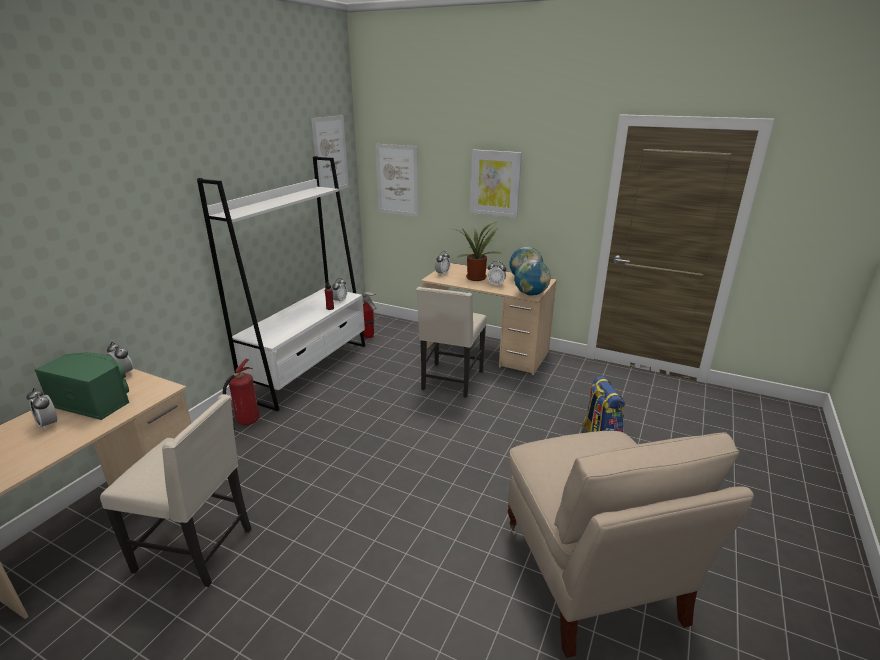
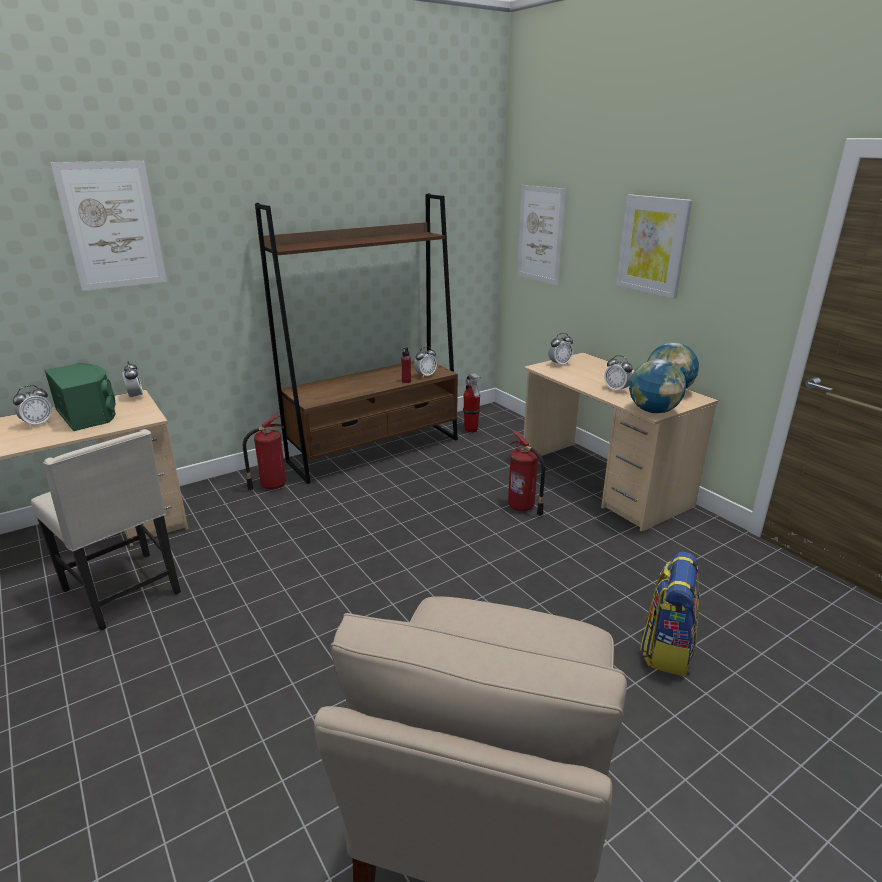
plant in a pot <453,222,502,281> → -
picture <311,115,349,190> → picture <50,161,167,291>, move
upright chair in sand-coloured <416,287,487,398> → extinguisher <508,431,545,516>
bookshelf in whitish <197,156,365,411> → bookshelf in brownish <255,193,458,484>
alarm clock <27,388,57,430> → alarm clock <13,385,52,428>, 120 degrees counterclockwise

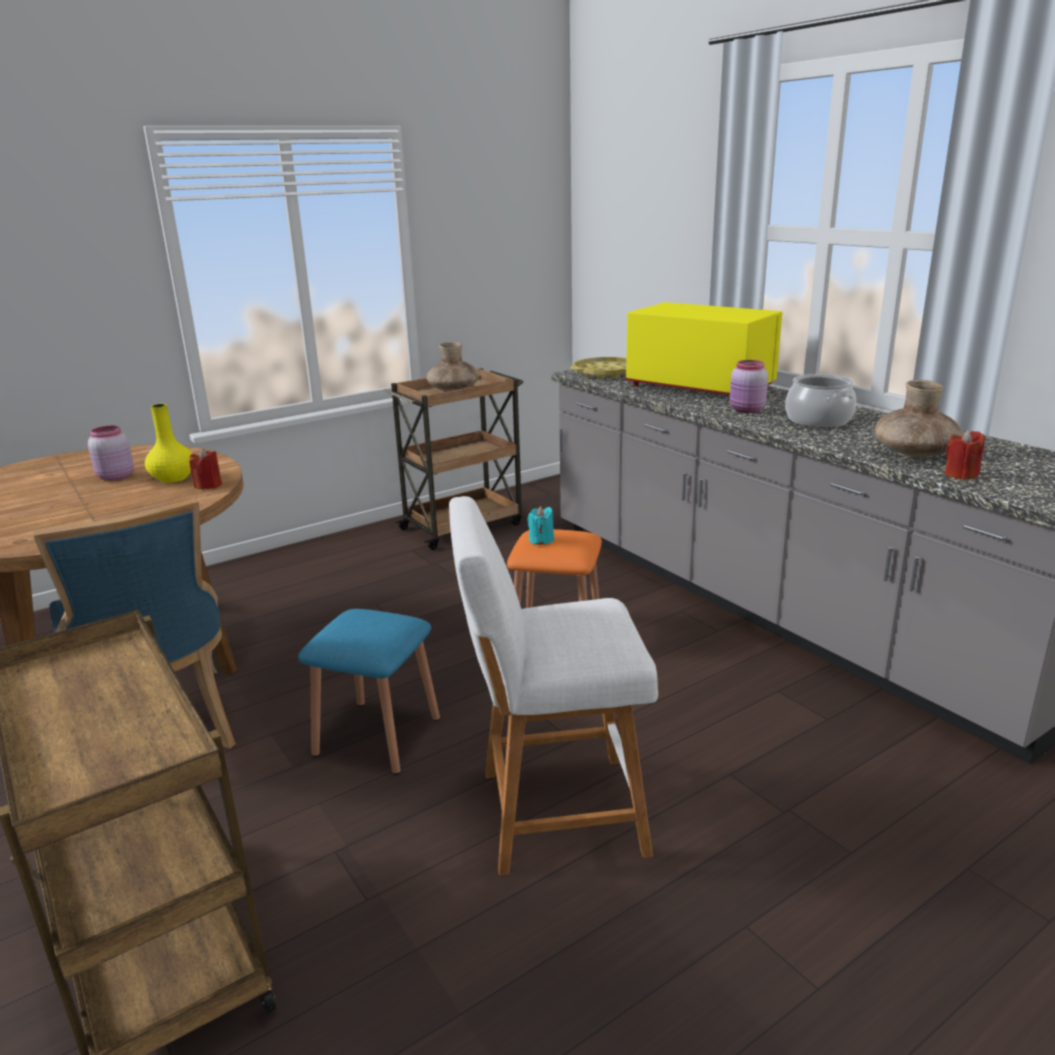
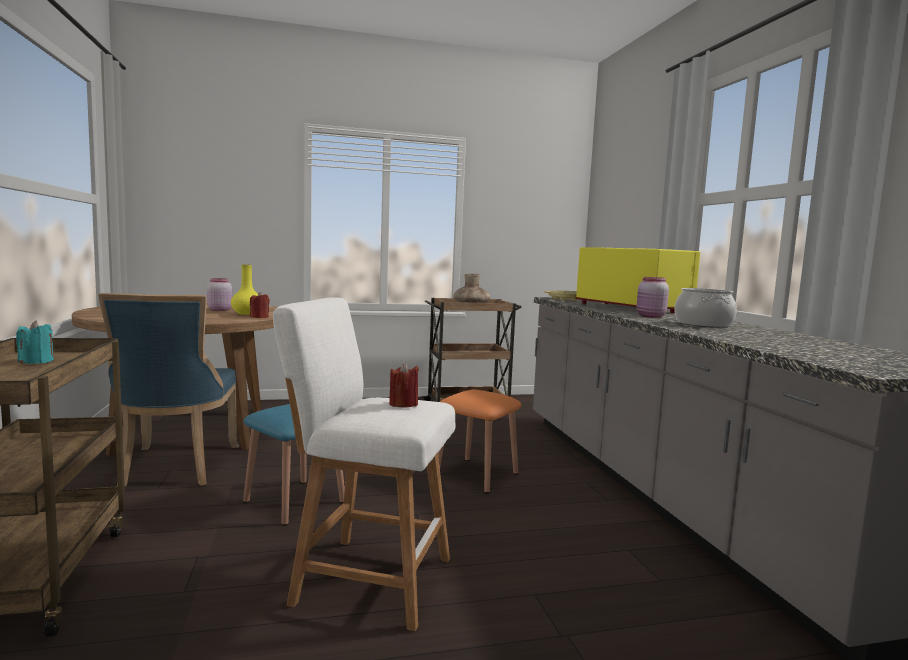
decorative vase in brownish <875,380,963,458> → -
wax light in turquoise-coloured <527,506,554,545> → wax light in turquoise-coloured <16,321,54,364>, move
wax light in red-coloured <944,430,985,480> → wax light in red-coloured <389,362,419,408>, move

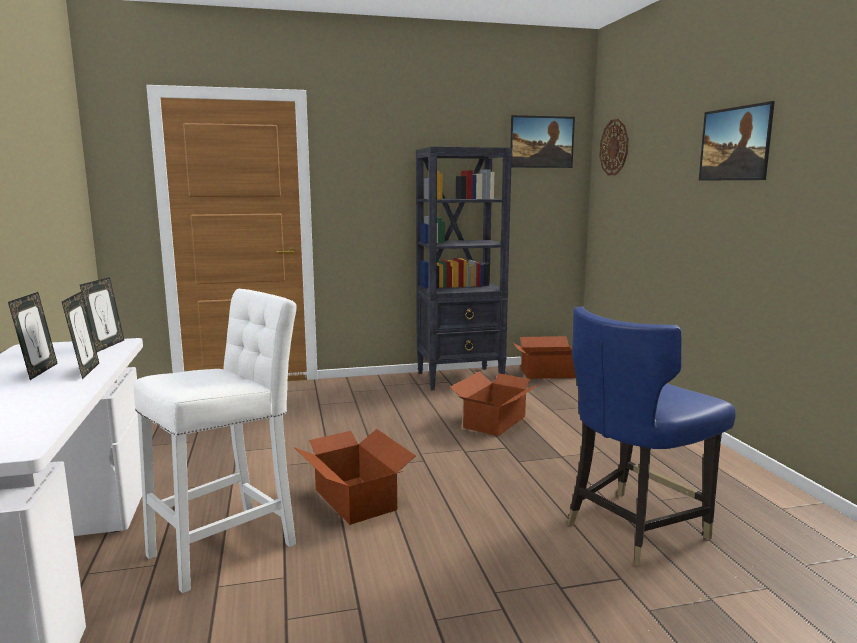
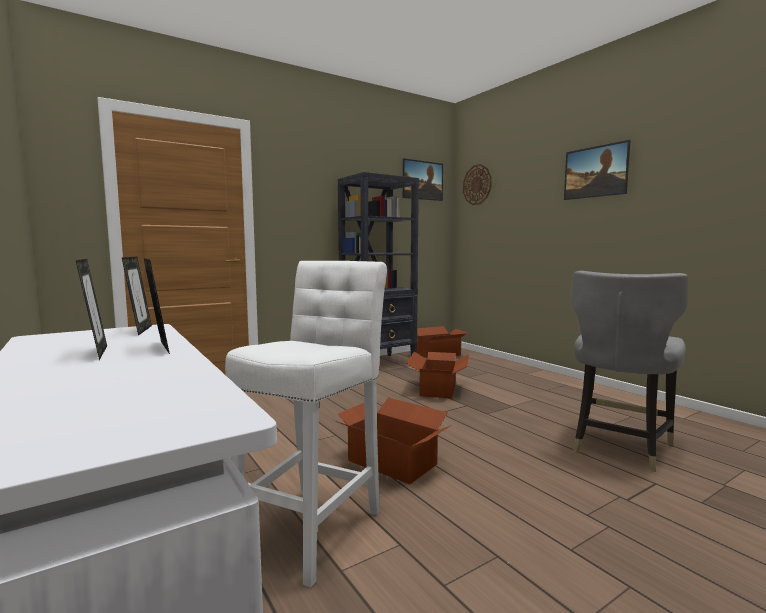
upright chair in blue <567,306,736,566> → upright chair in greyish <571,271,688,472>

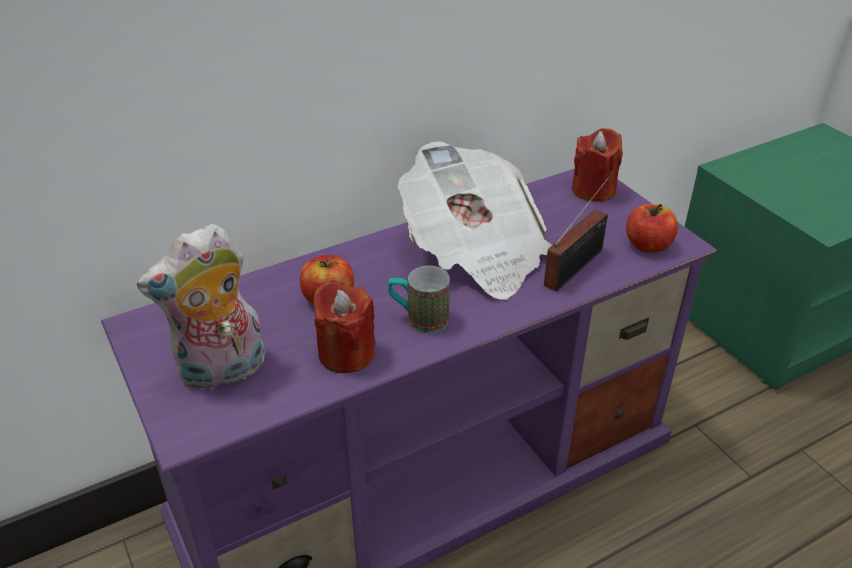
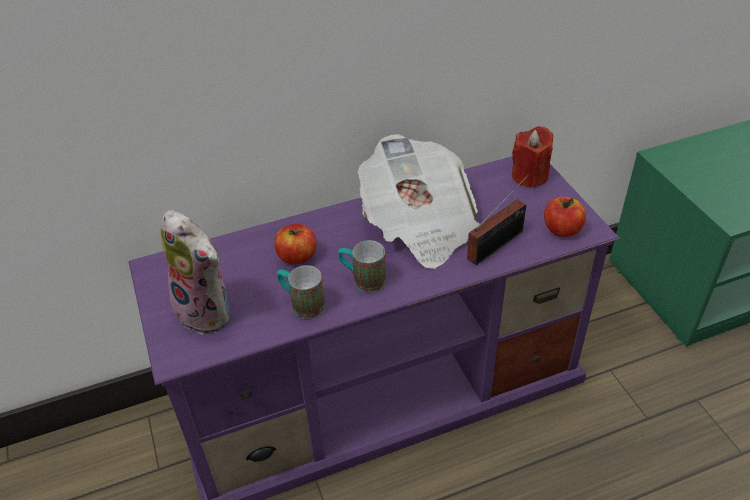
wax light in red-coloured <313,280,376,373> → tea mug <277,265,325,319>
cuddly toy <137,224,265,392> → cuddly toy <161,210,231,335>, 120 degrees counterclockwise

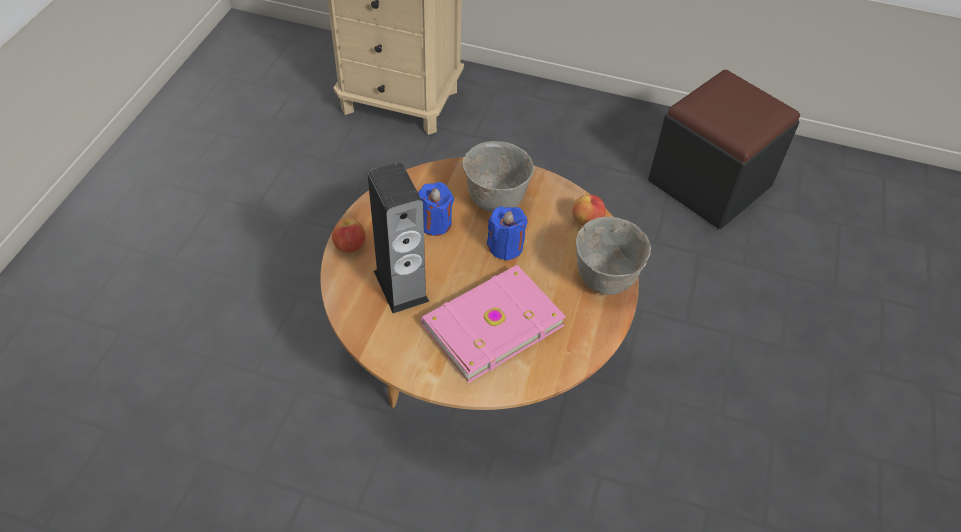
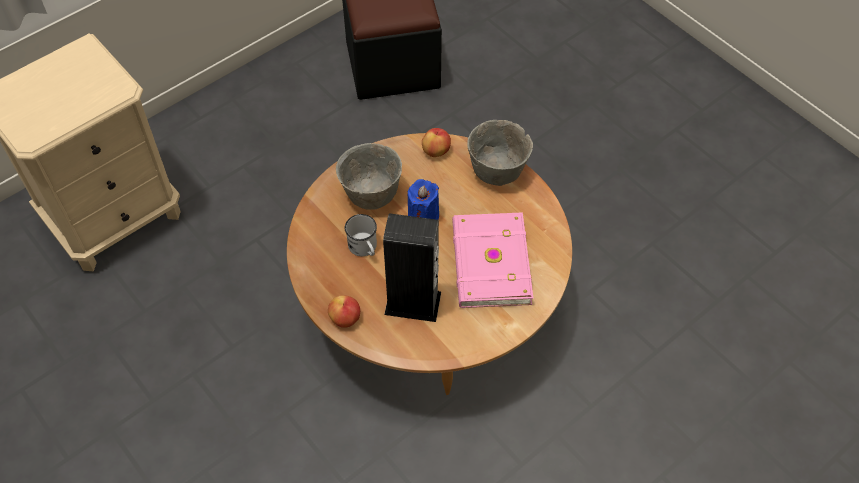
wax light in blue <418,182,454,236> → tea mug in whitish <345,214,377,256>

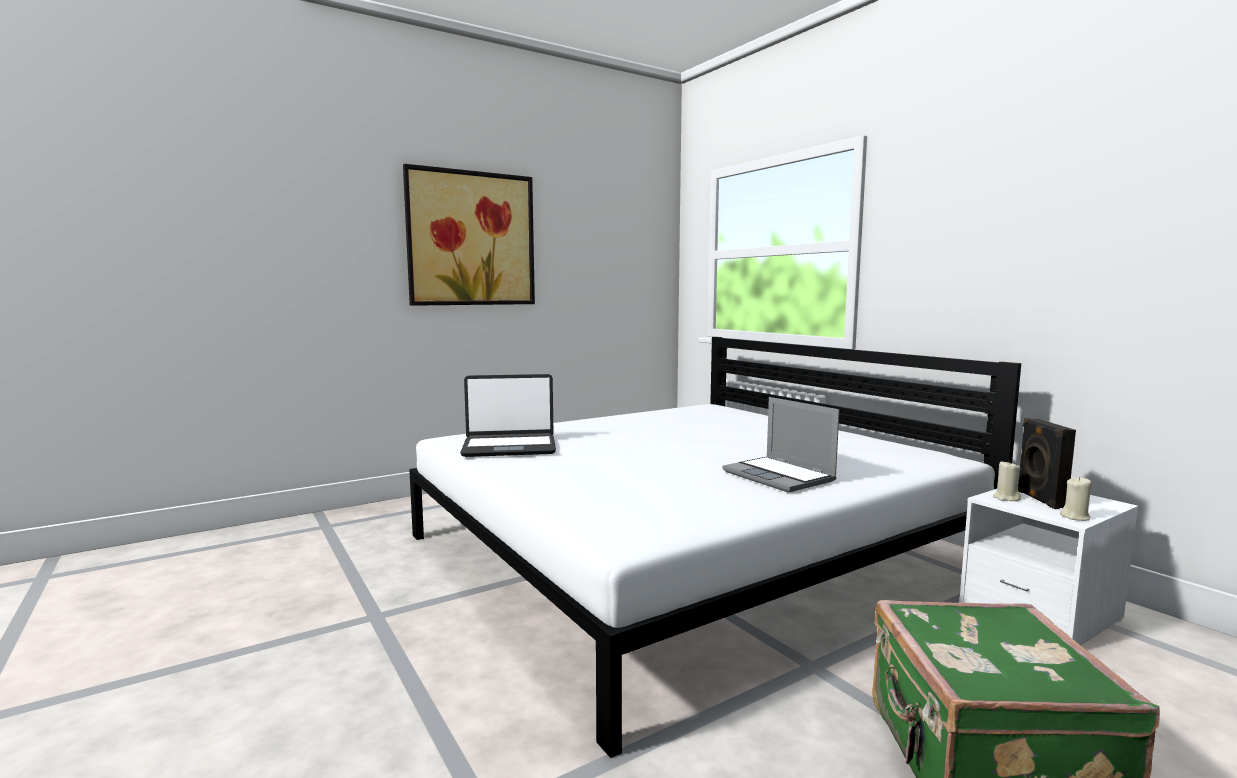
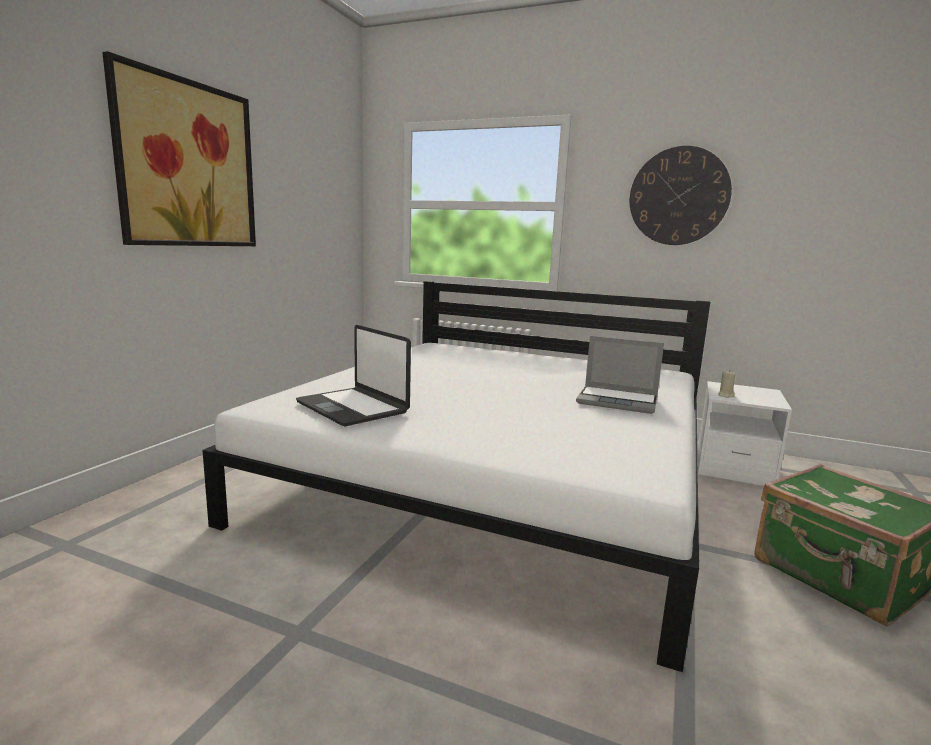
loudspeaker in black <1018,418,1076,509> → -
wax light in sand-coloured <1060,477,1092,521> → -
- → wall clock <630,146,732,245>
notebook computer <460,374,556,457> → notebook computer <296,325,411,426>, 90 degrees clockwise

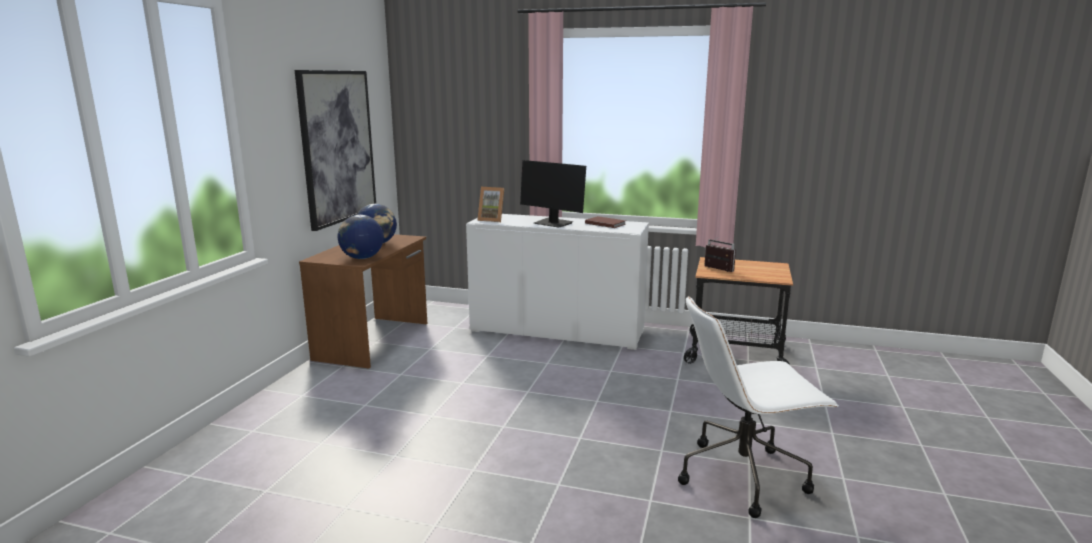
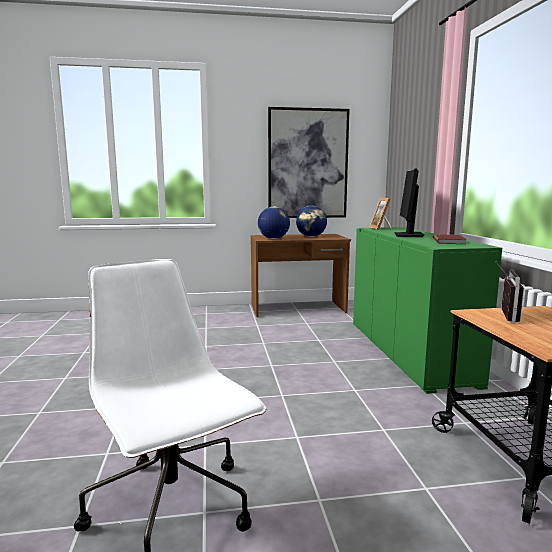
cupboard in whitish <466,214,649,350> → cupboard in green <353,227,502,394>

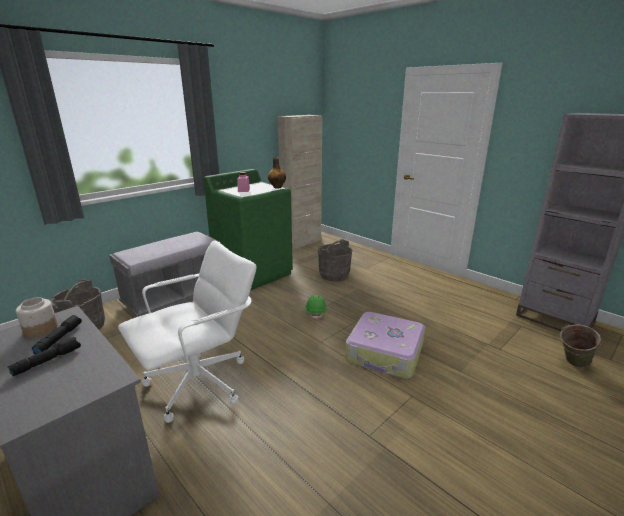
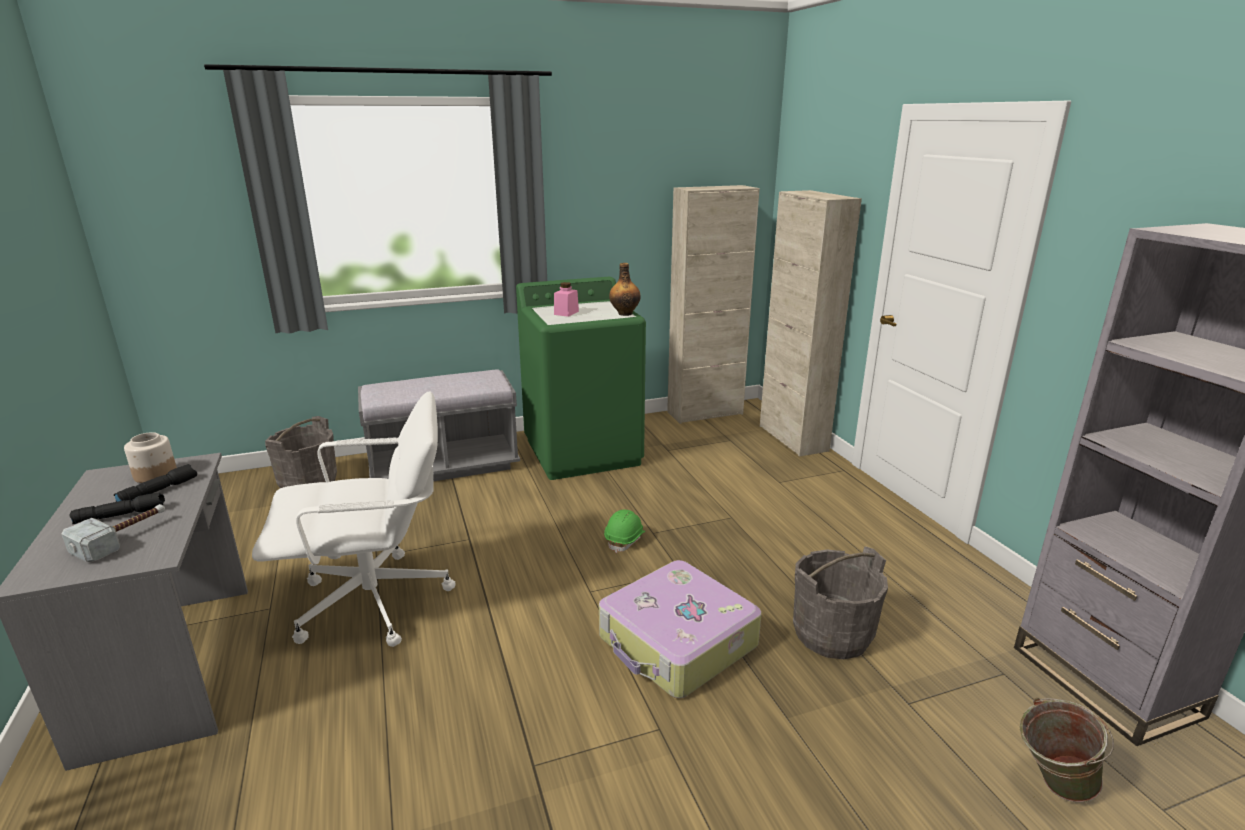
- → tool hammer <61,504,165,562>
- → cupboard in sand-coloured <760,190,862,457>
bucket in greyish <318,240,352,282> → bucket in greyish <793,547,888,659>, move

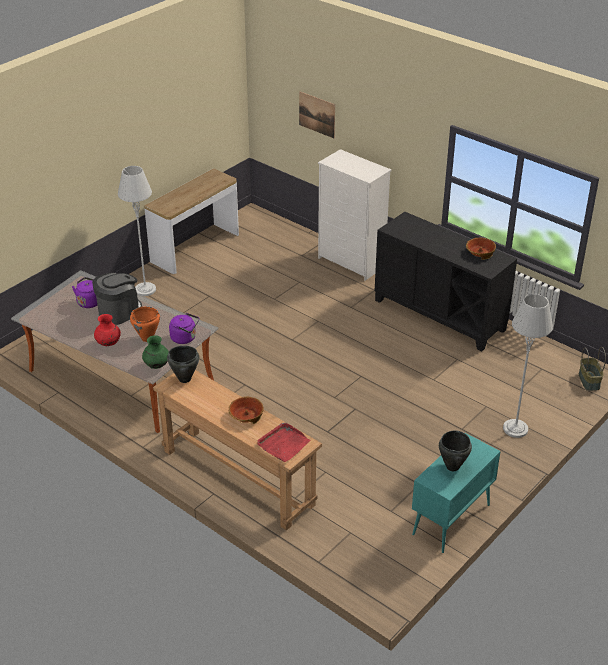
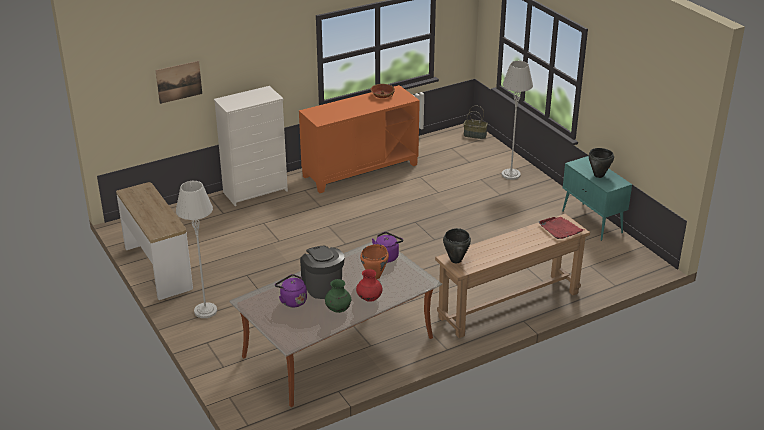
serving bowl <228,397,264,424> → -
decorative vase in green <142,335,169,369> → decorative vase in green <325,279,352,313>, move
cupboard in black <375,212,517,351> → cupboard in orange <299,85,420,193>

